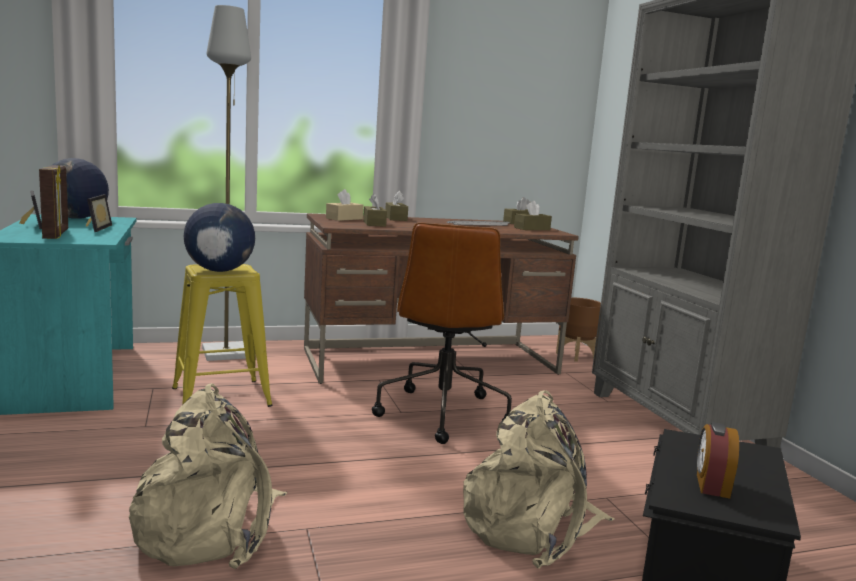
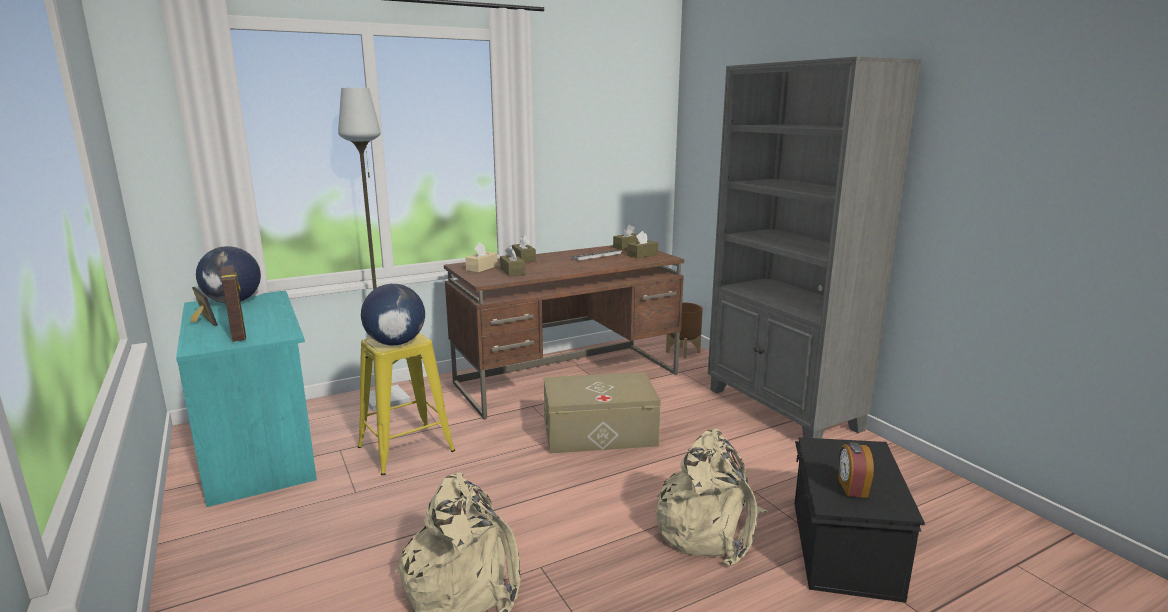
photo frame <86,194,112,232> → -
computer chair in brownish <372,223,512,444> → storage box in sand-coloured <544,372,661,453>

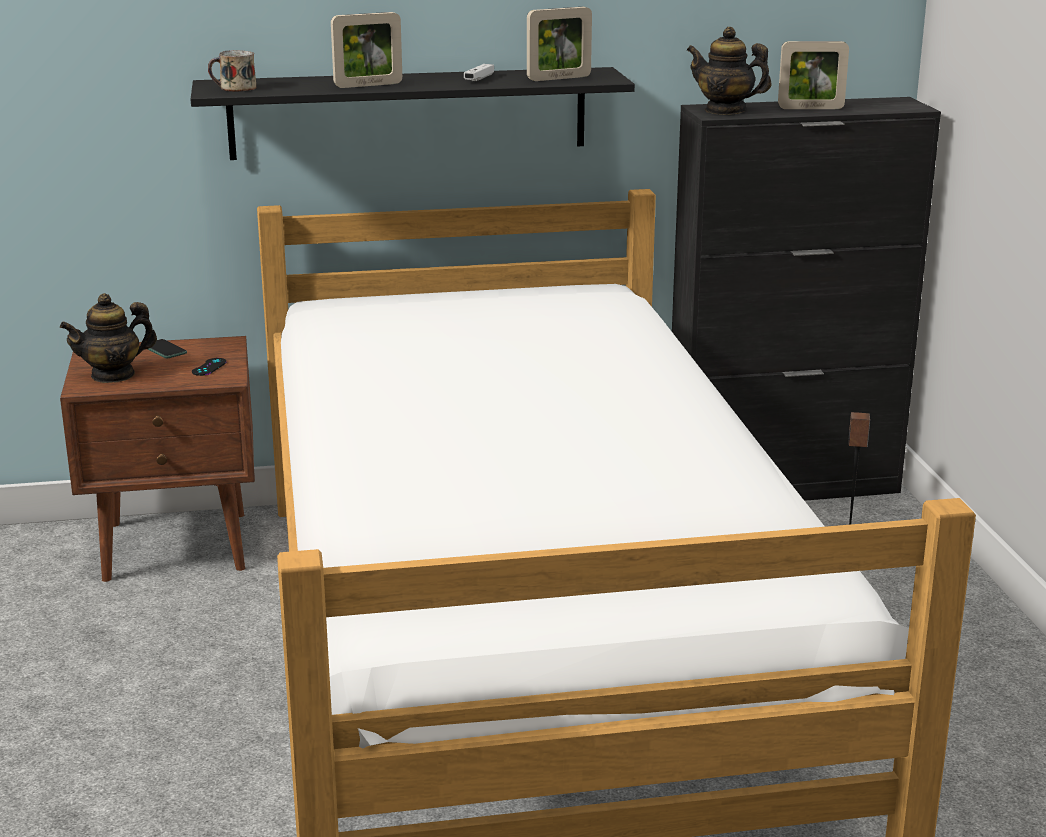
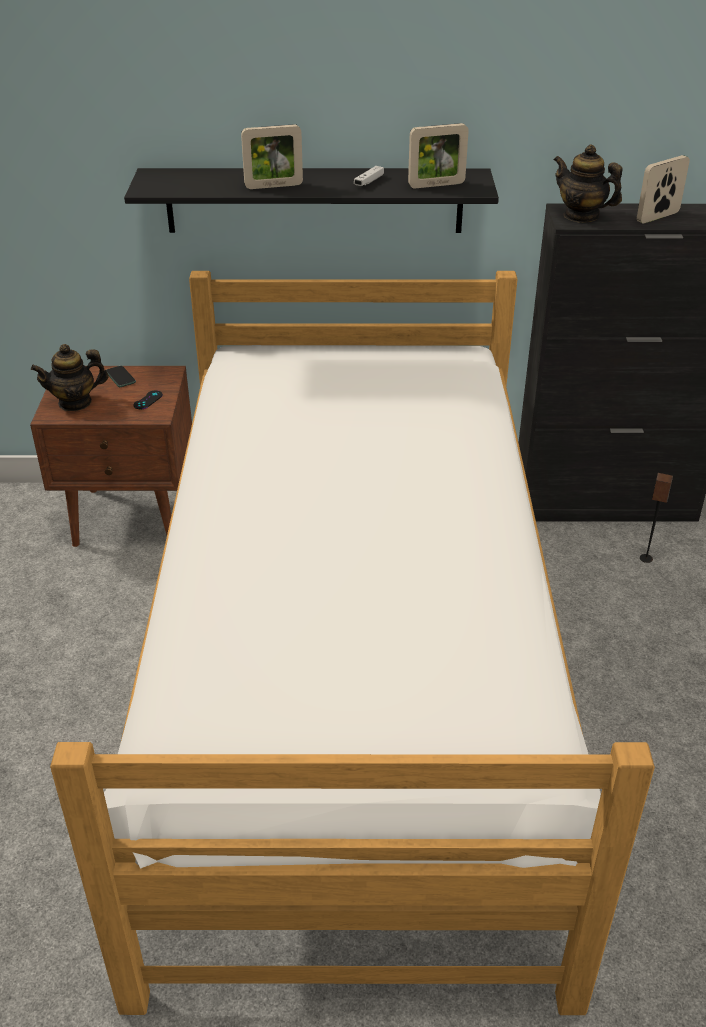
tea mug <208,50,256,91> → -
photo frame <778,41,849,109> → photo frame <637,155,690,224>, 135 degrees clockwise

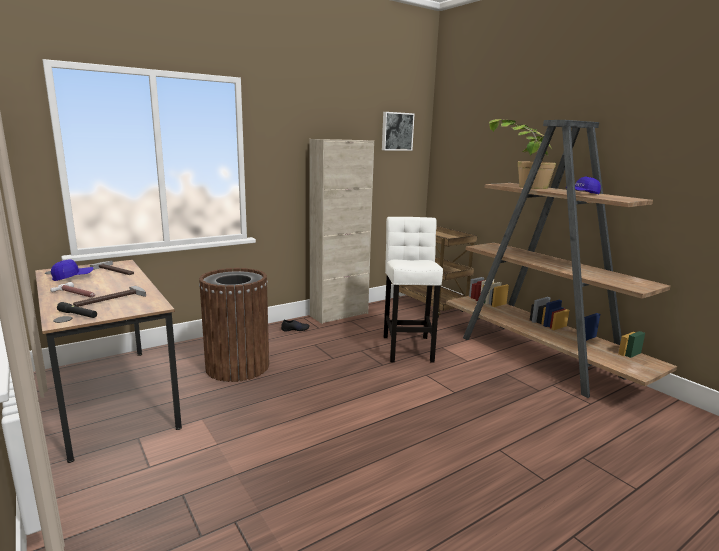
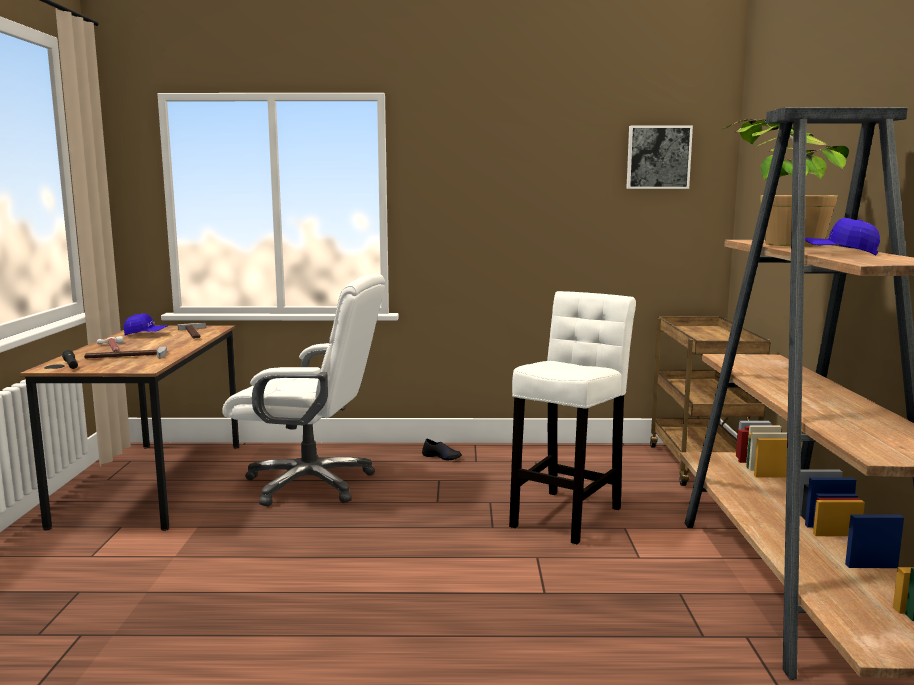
cupboard in sand-coloured <310,139,374,324> → -
waste bin in brownish <199,268,269,382> → computer chair in whitish <222,274,385,507>

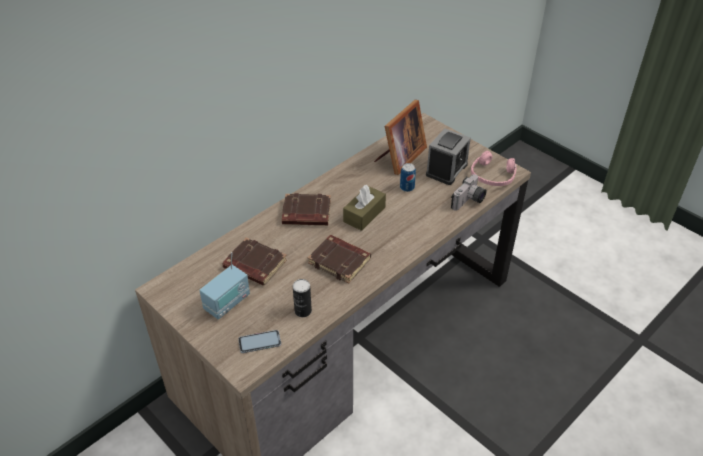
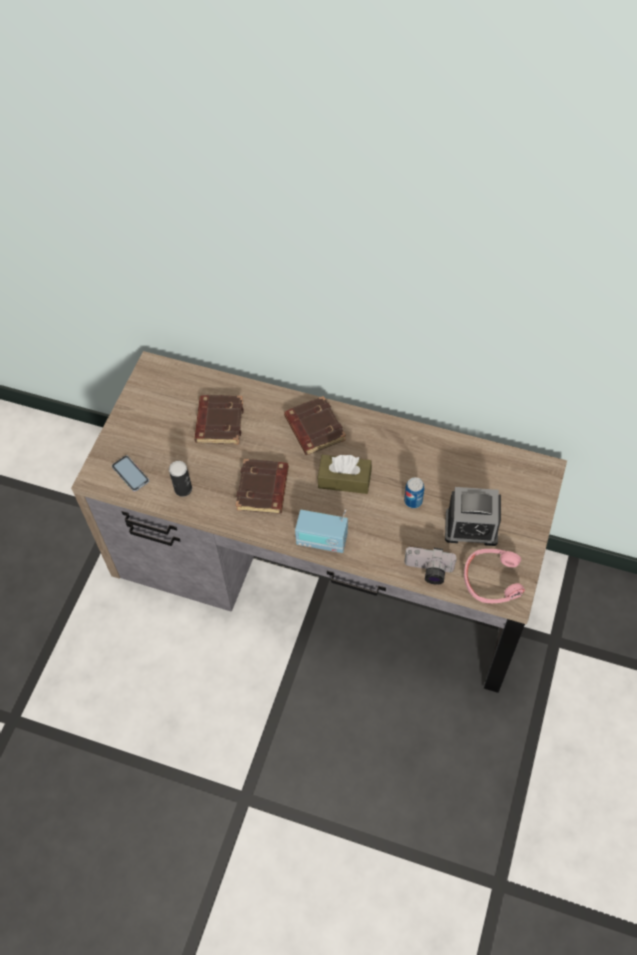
photo frame <374,100,427,175> → -
radio <199,252,250,319> → radio <295,510,348,553>, move

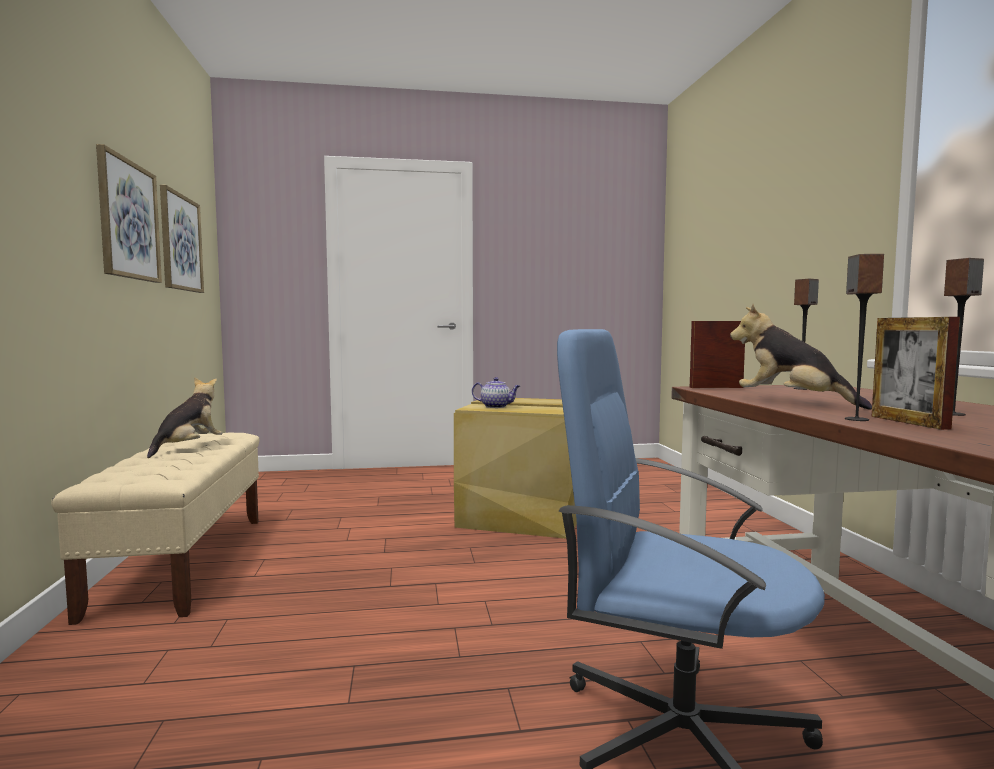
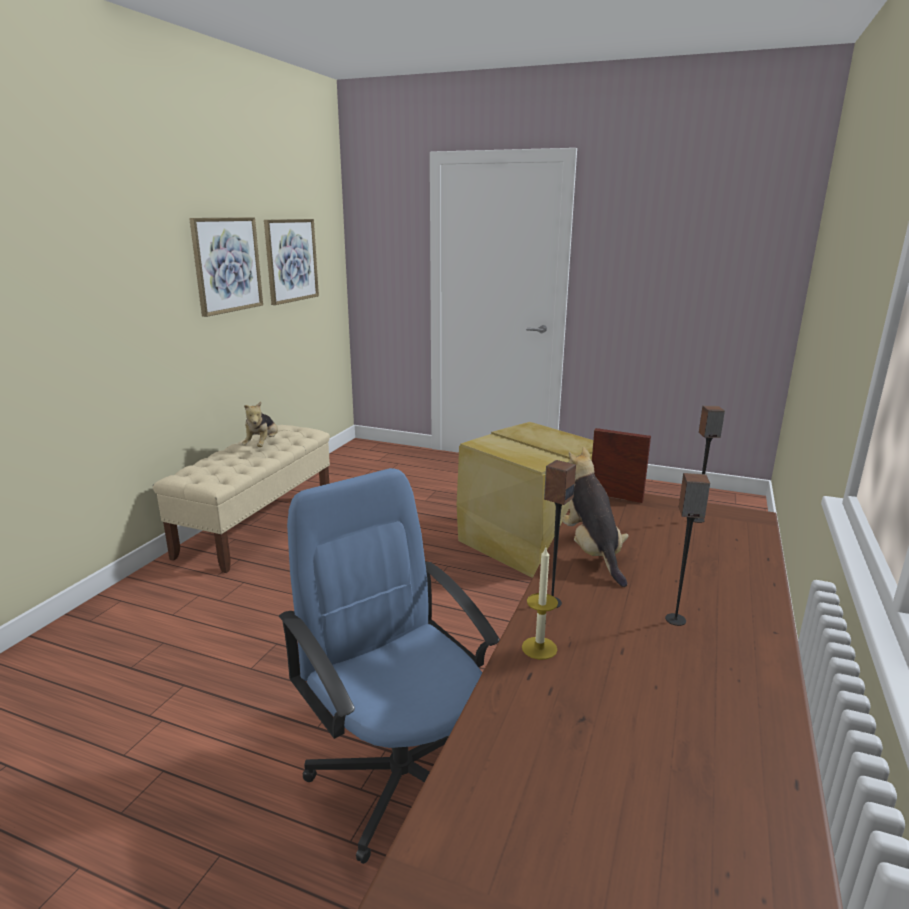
tea pot <472,377,520,408> → -
photo frame <872,317,960,430> → -
- → wax light <522,548,558,660>
cuddly toy <147,377,223,458> → cuddly toy <242,401,278,447>, 135 degrees clockwise

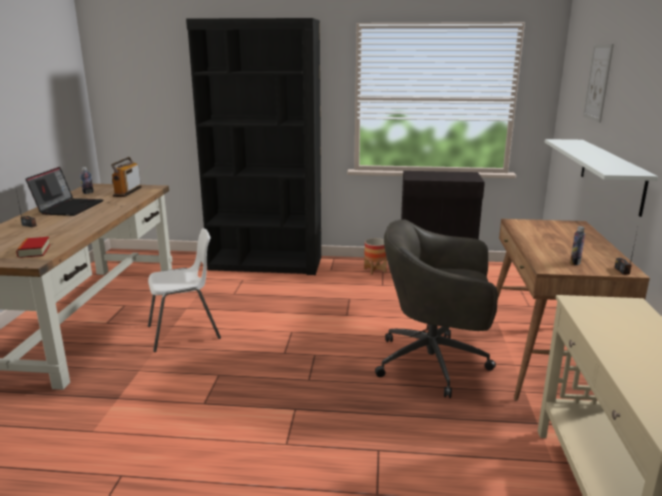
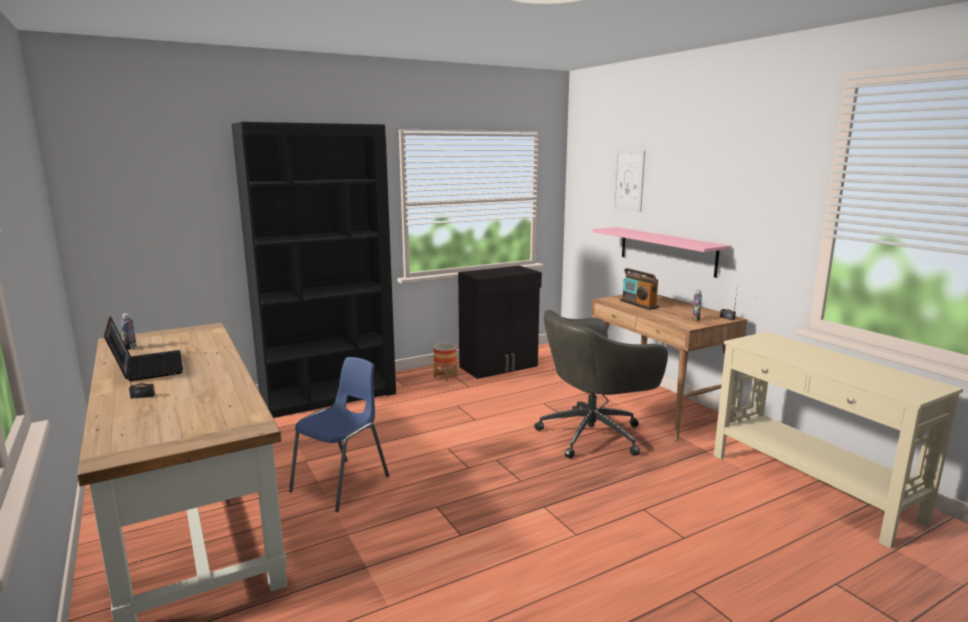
bound book <16,237,50,258> → -
radio <111,157,141,197> → radio <620,268,659,310>, move
upright chair in whitish <148,228,221,352> → upright chair in blue <289,357,389,512>
shelf in whitish <544,139,658,217> → shelf in pink <593,227,731,278>

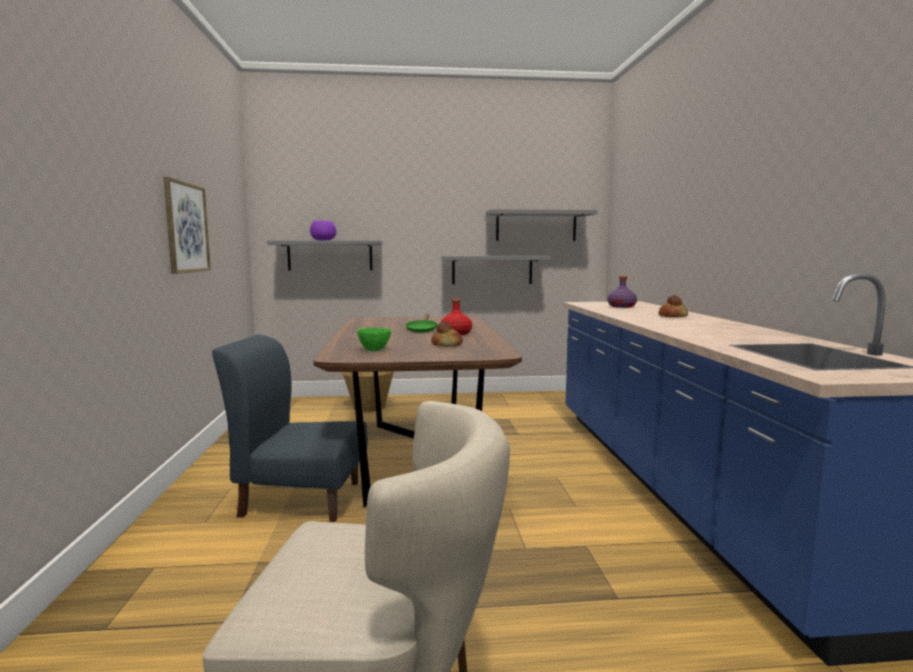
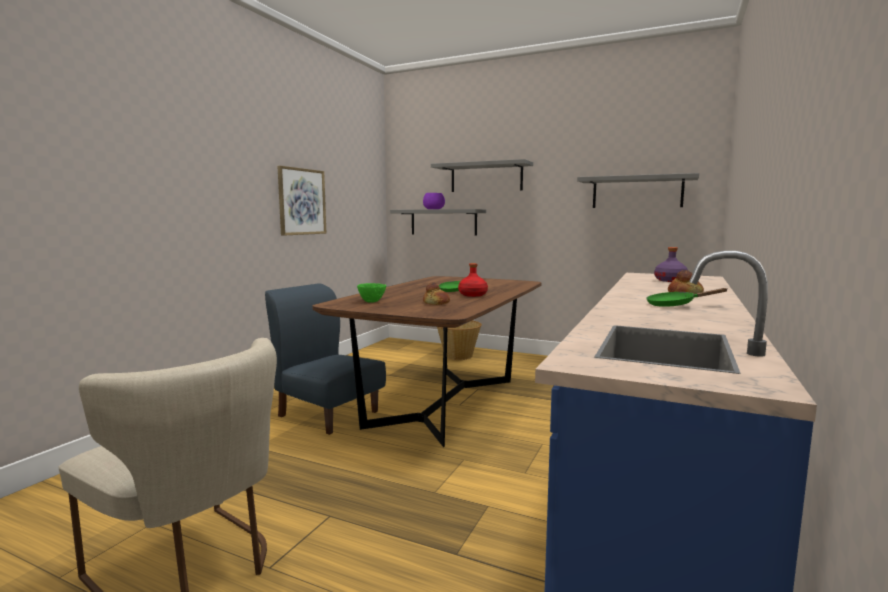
- → pan in green <646,288,727,307>
shelf in greyish <442,256,551,284> → shelf in greyish <431,159,533,192>, move

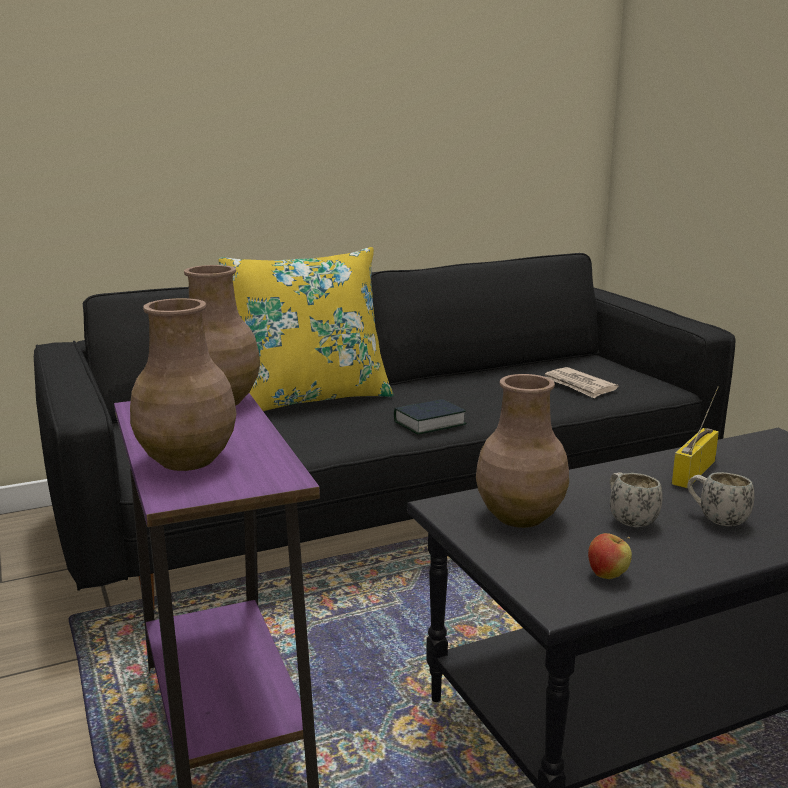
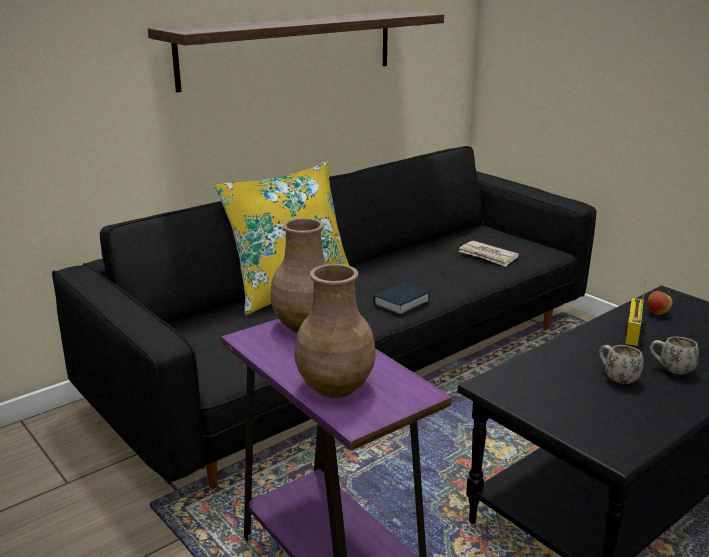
decorative vase in brownish <476,374,569,528> → -
- → shelf <148,10,444,92>
apple <588,533,632,579> → apple <648,291,673,315>, move

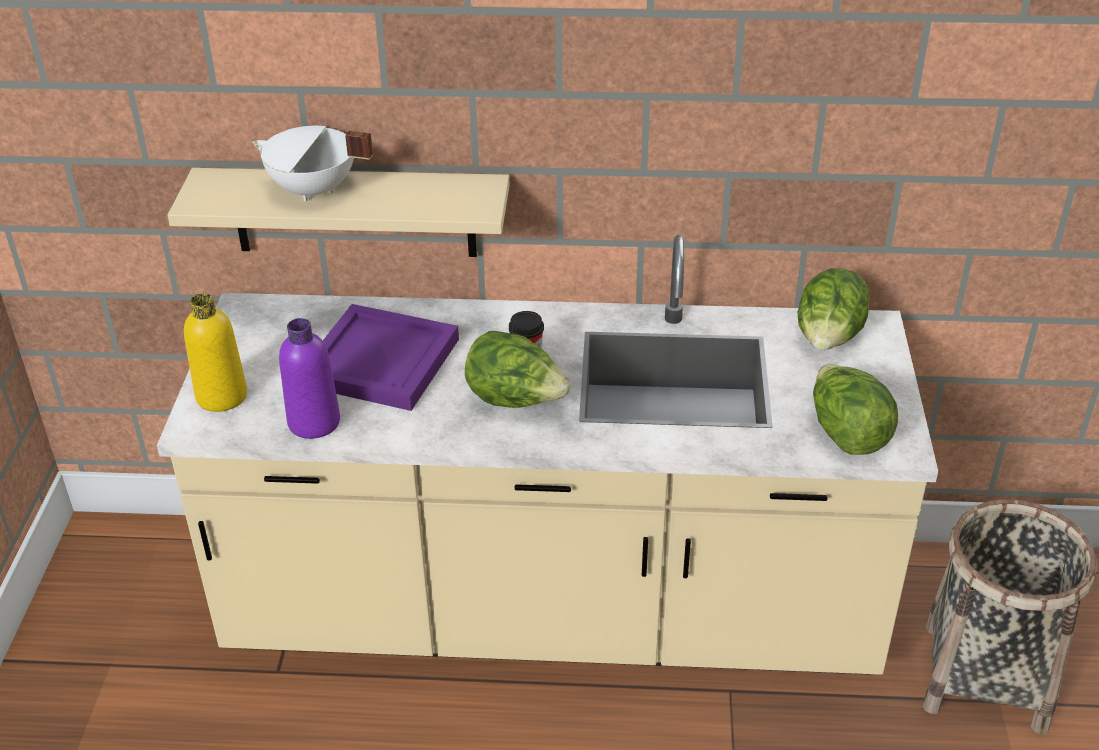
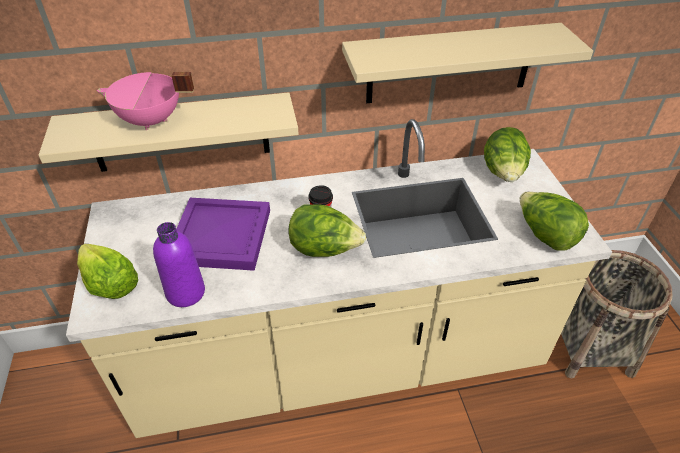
- → shelf in sand-coloured <342,23,593,103>
bottle in yellow-coloured <184,293,247,412> → lettuce <77,244,138,299>
saucepot in whitish <252,126,373,201> → saucepot in pink <97,72,194,130>

